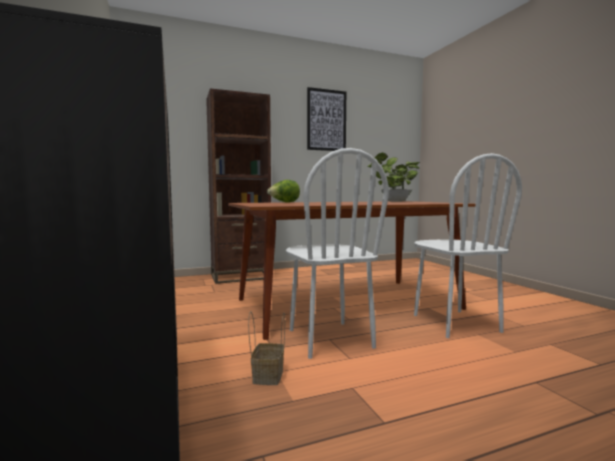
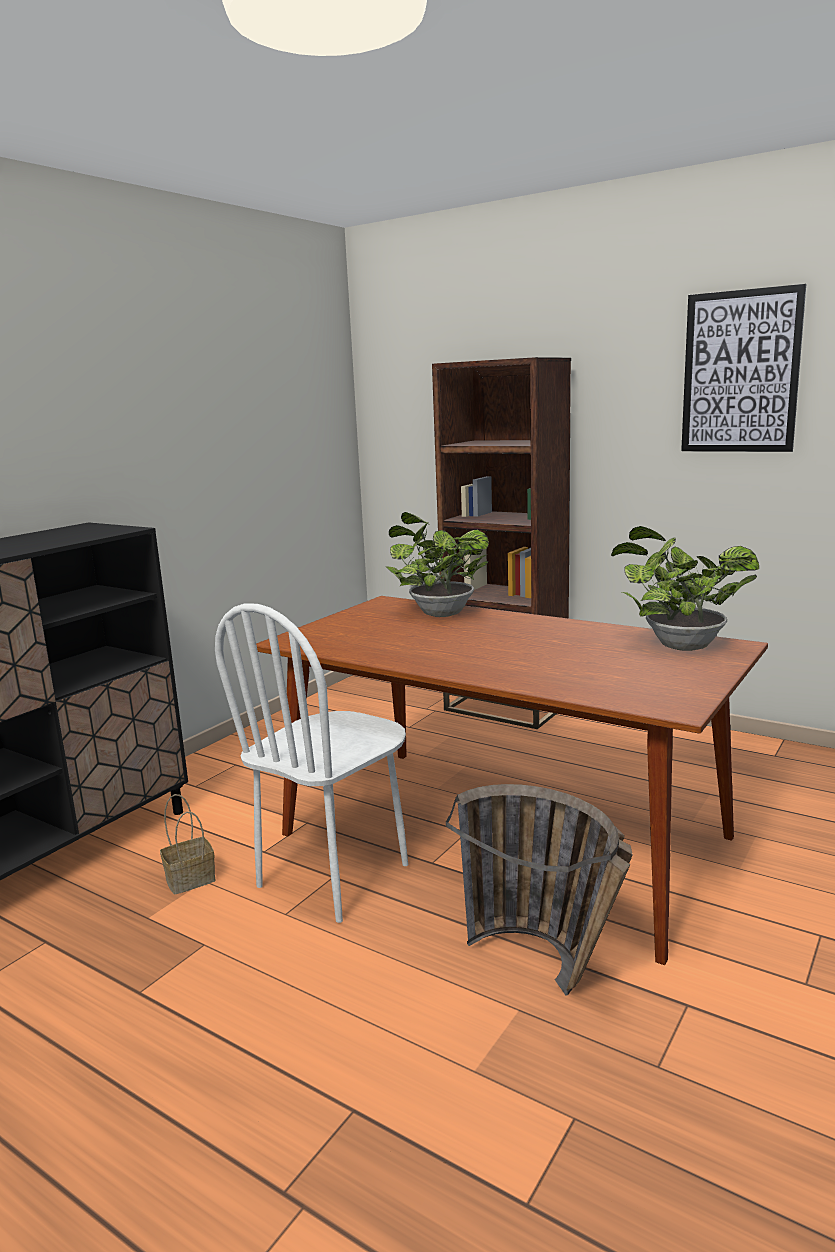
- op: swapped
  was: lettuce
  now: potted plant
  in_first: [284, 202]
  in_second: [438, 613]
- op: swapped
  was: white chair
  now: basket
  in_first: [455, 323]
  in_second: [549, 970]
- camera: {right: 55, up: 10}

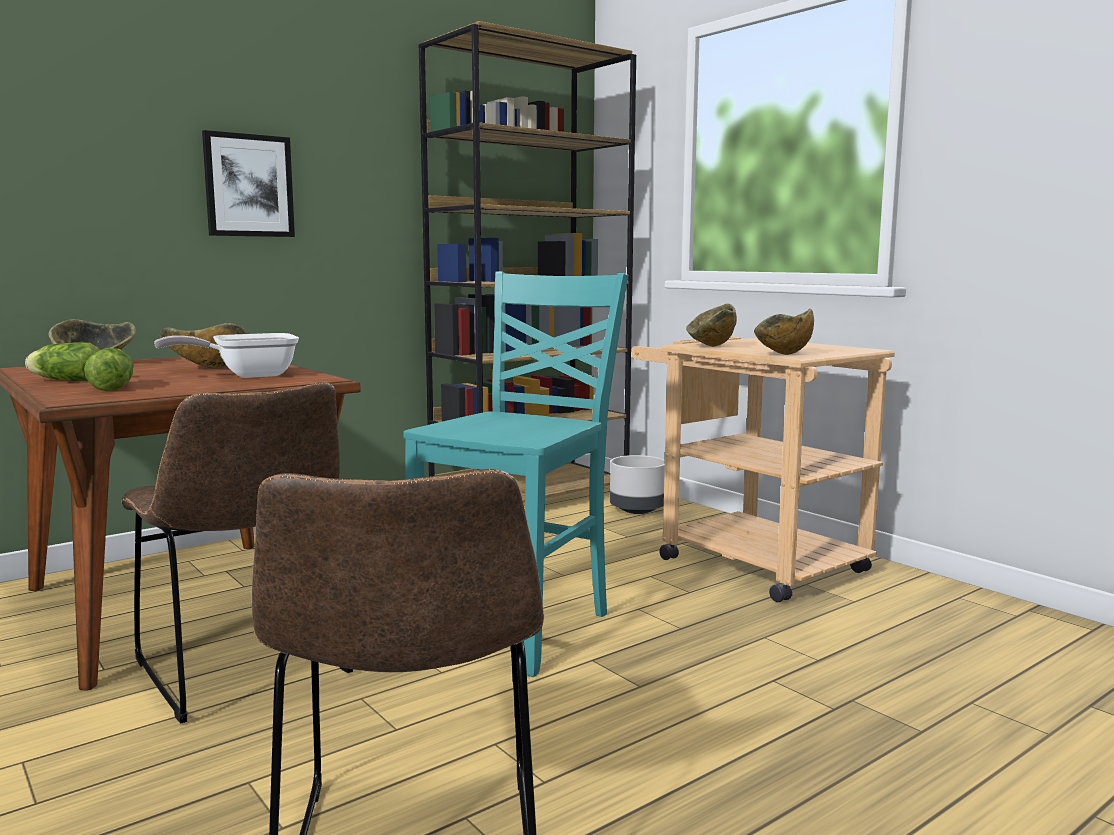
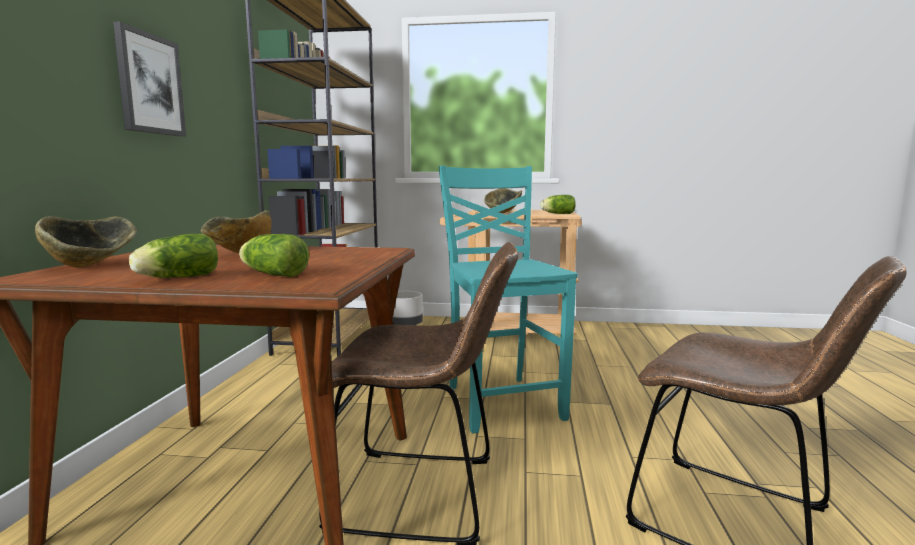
- op: swapped
  was: bowl
  now: lettuce
  in_first: [782, 355]
  in_second: [557, 214]
- op: gone
  was: frying pan
  in_first: [247, 375]
- camera: {right: -45, up: 0}

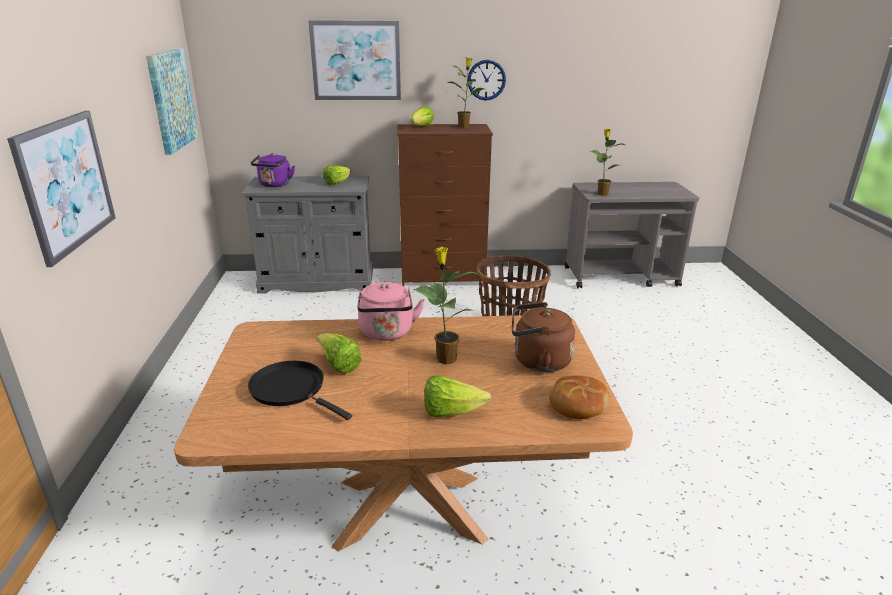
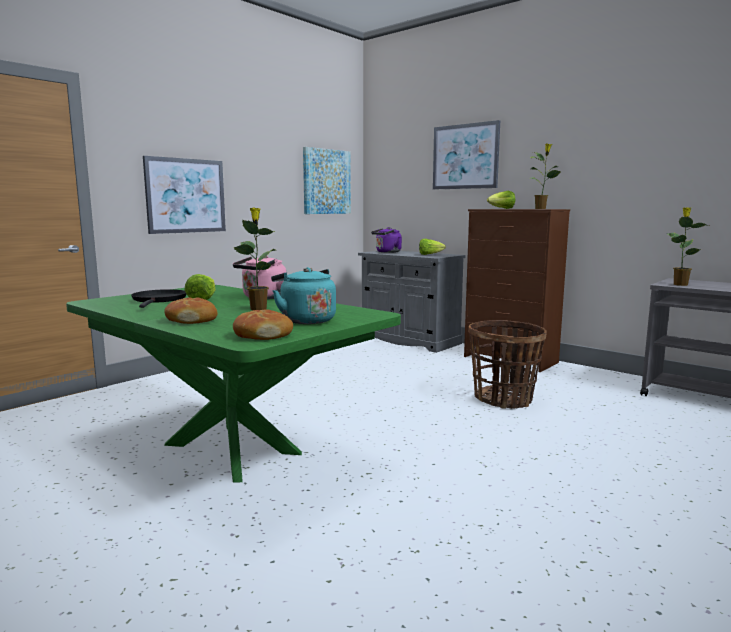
- op: repainted
  was: brown dining table
  now: green dining table
  in_first: [411, 510]
  in_second: [231, 449]
- op: swapped
  was: lettuce
  now: bread
  in_first: [451, 412]
  in_second: [192, 320]
- op: repainted
  was: brown kettle
  now: turquoise kettle
  in_first: [538, 361]
  in_second: [305, 320]
- op: gone
  was: wall clock
  in_first: [486, 80]
- camera: {right: 45, up: -15}

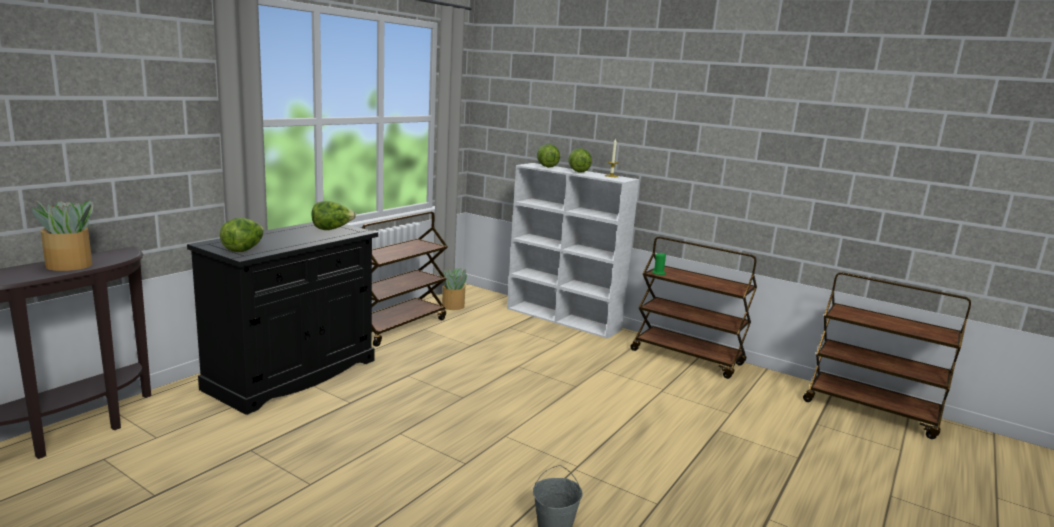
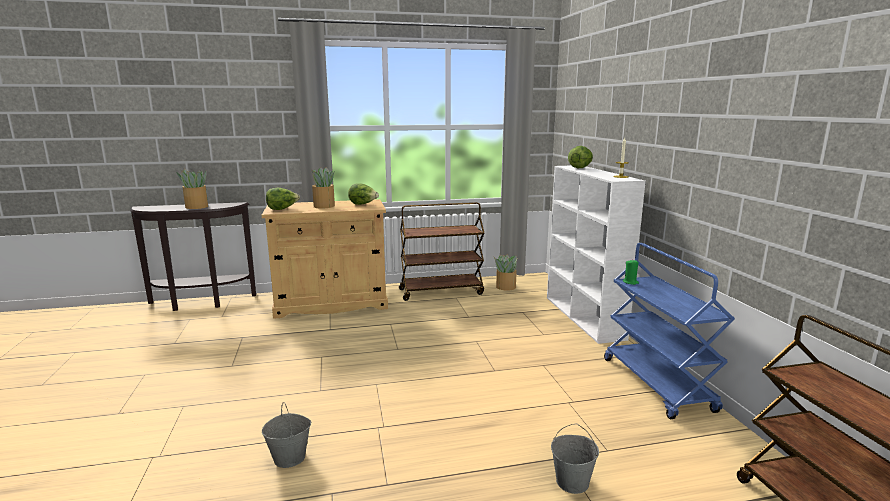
- op: repainted
  was: black cabinet
  now: beige cabinet
  in_first: [293, 374]
  in_second: [331, 304]
- op: new
  now: potted plant
  in_second: [323, 206]
- op: new
  now: grey bucket
  in_second: [572, 482]
- op: repainted
  was: brown cart
  now: blue cart
  in_first: [688, 357]
  in_second: [657, 385]
- op: gone
  was: lettuce
  in_first: [578, 171]
- camera: {right: 45, up: 0}

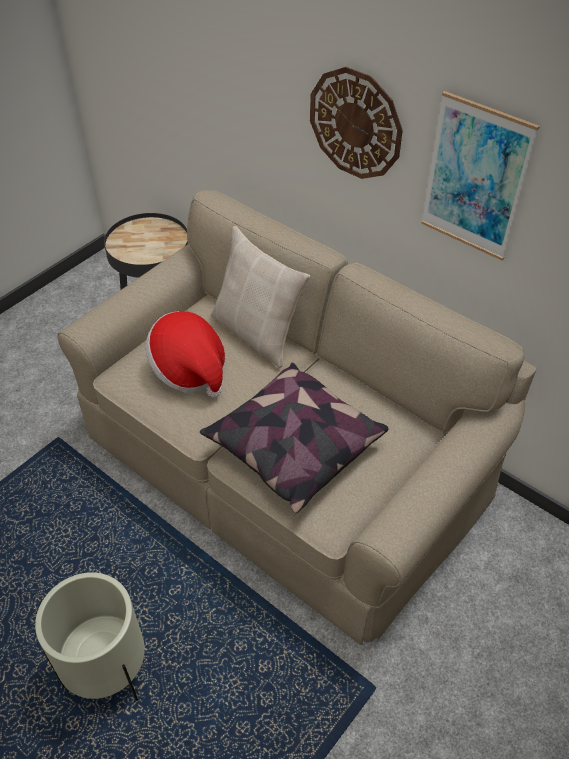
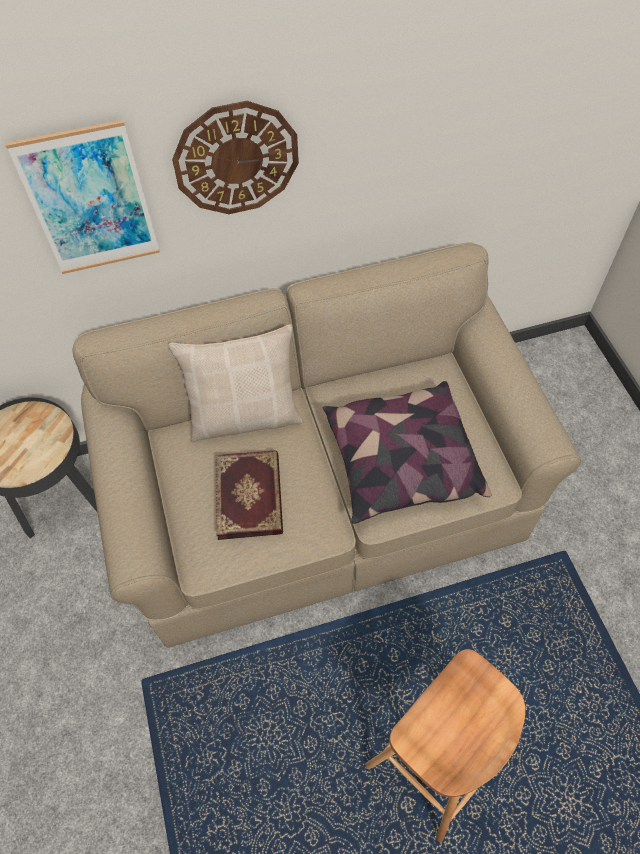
- op: shifted
  was: picture
  in_first: [475, 178]
  in_second: [90, 201]
- op: swapped
  was: hat
  now: book
  in_first: [189, 370]
  in_second: [250, 496]
- op: swapped
  was: beige planter
  now: brown stool
  in_first: [107, 671]
  in_second: [440, 755]
- camera: {right: -55, up: 10}

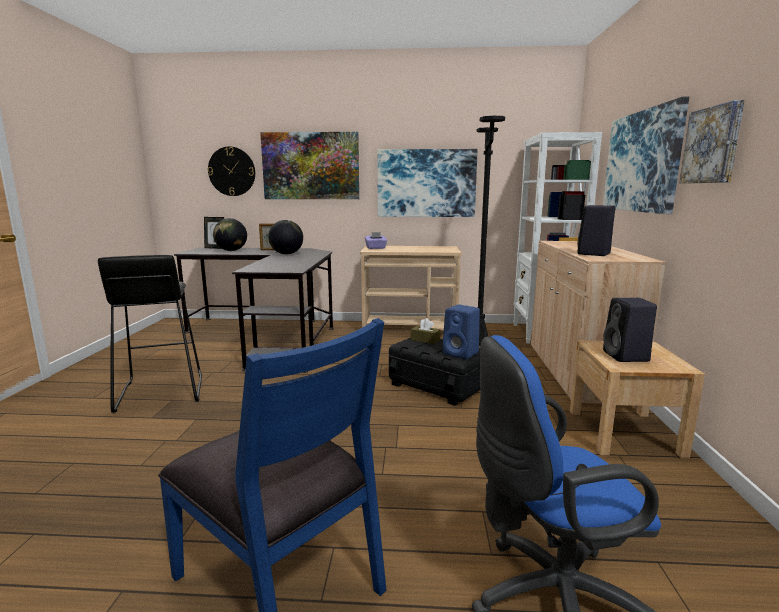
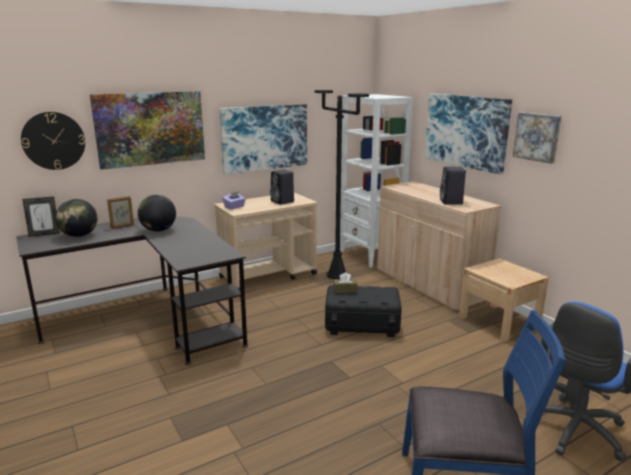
- op: shifted
  was: black speaker
  in_first: [626, 357]
  in_second: [283, 202]
- op: gone
  was: black stool
  in_first: [160, 392]
- op: gone
  was: blue speaker
  in_first: [461, 353]
- camera: {right: -35, up: 5}

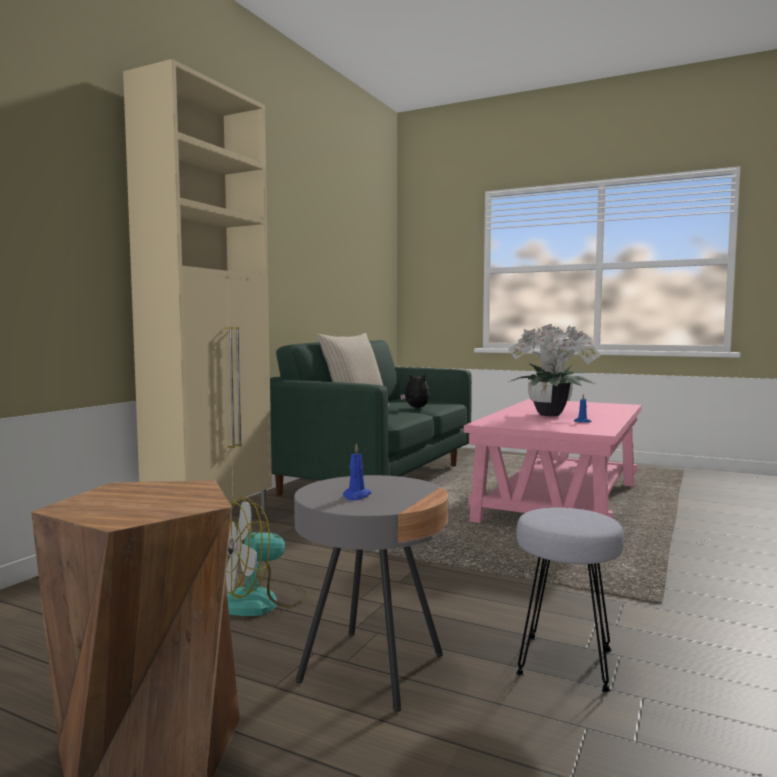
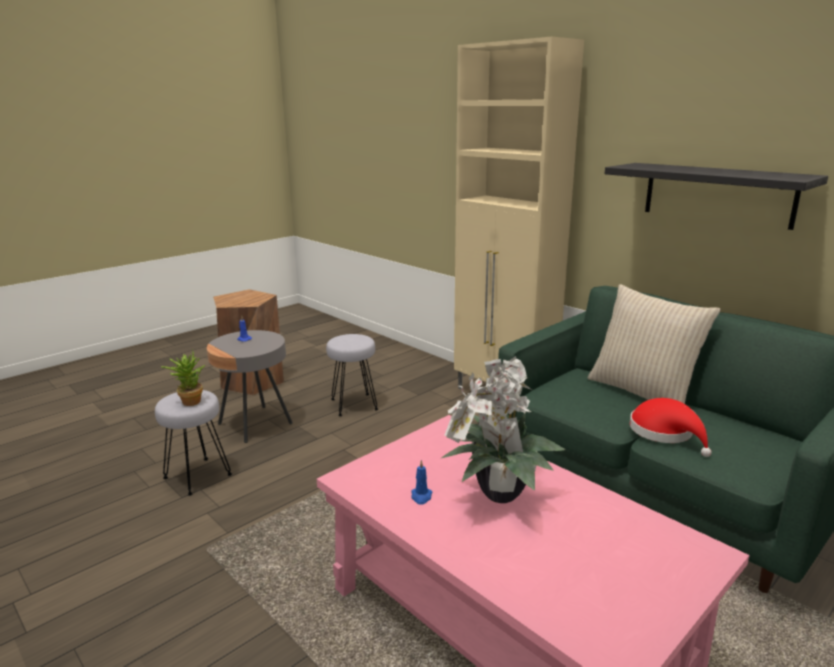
- op: new
  now: potted plant
  in_second: [189, 401]
- op: swapped
  was: fan
  now: grey stool
  in_first: [259, 601]
  in_second: [353, 405]
- op: new
  now: black shelf
  in_second: [717, 194]
- op: swapped
  was: plush toy
  now: red hat
  in_first: [415, 408]
  in_second: [665, 433]
- camera: {right: 110, up: 15}

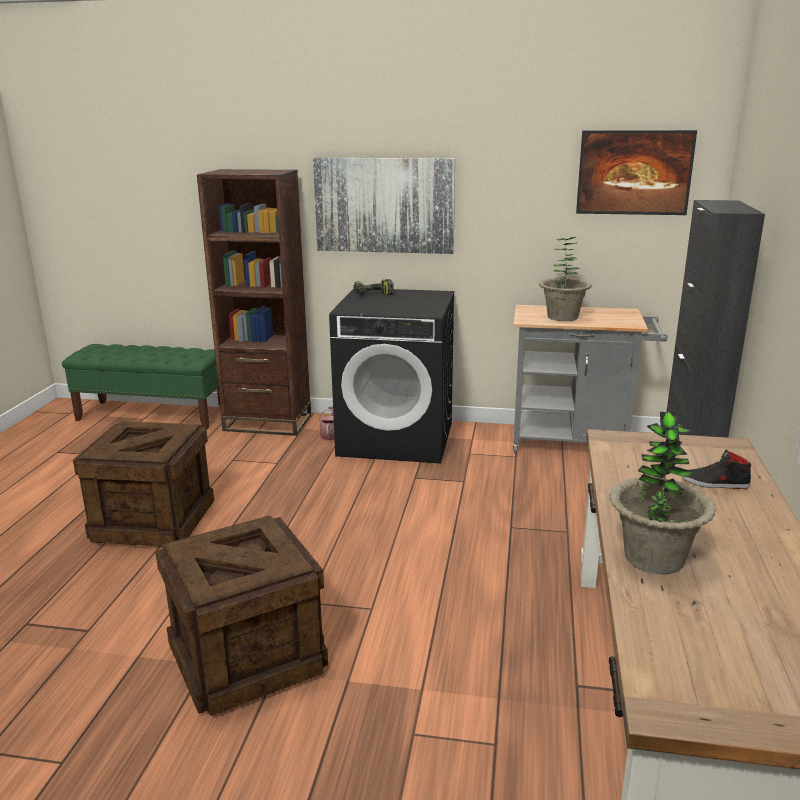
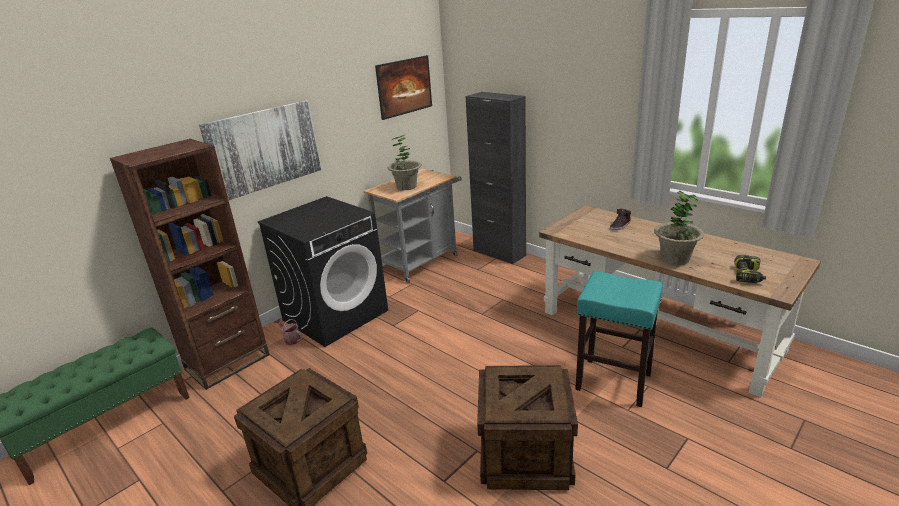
- op: new
  now: turquoise stool
  in_second: [612, 381]
- op: shifted
  was: power drill
  in_first: [373, 294]
  in_second: [748, 276]
- camera: {right: -55, up: 5}

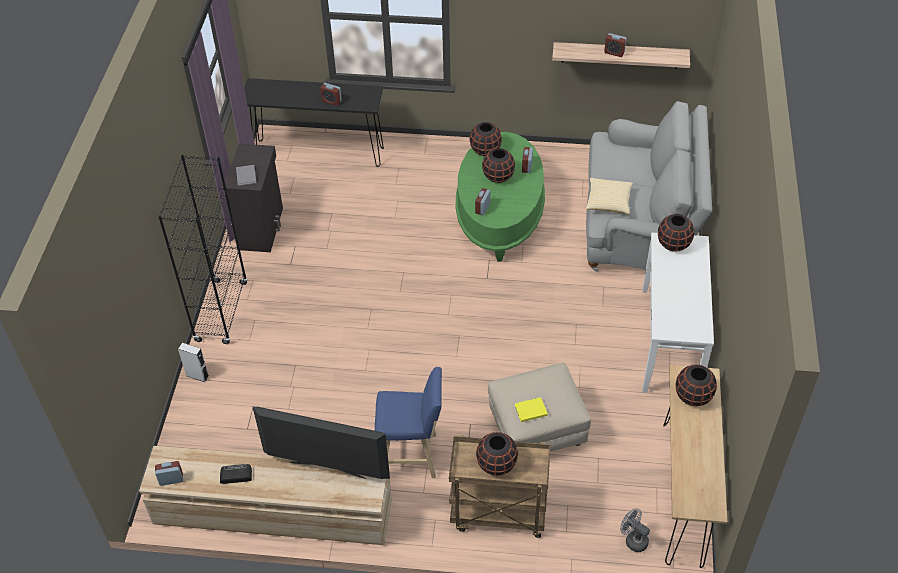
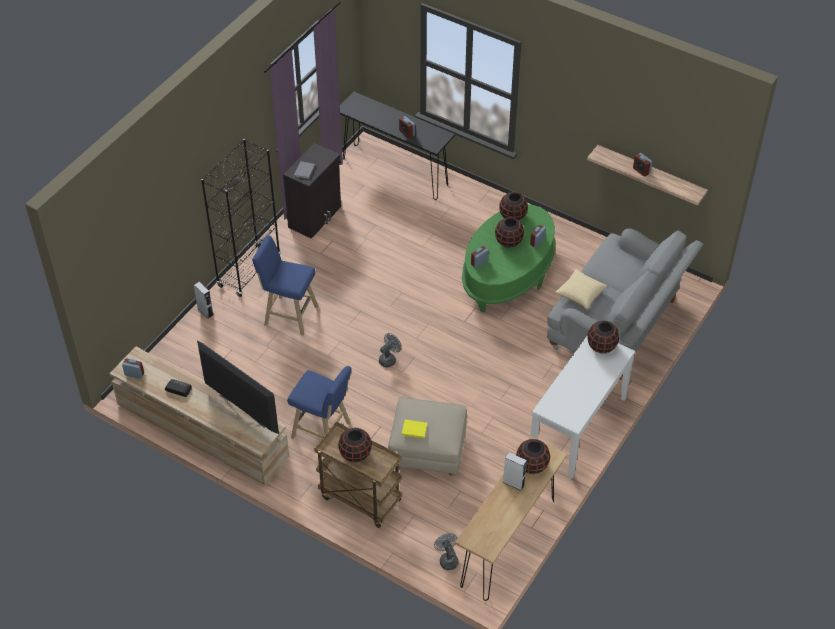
- op: new
  now: blue stool
  in_second: [288, 315]
- op: new
  now: grey fan
  in_second: [389, 359]
- op: new
  now: grey speaker
  in_second: [513, 483]
- camera: {right: 25, up: 0}

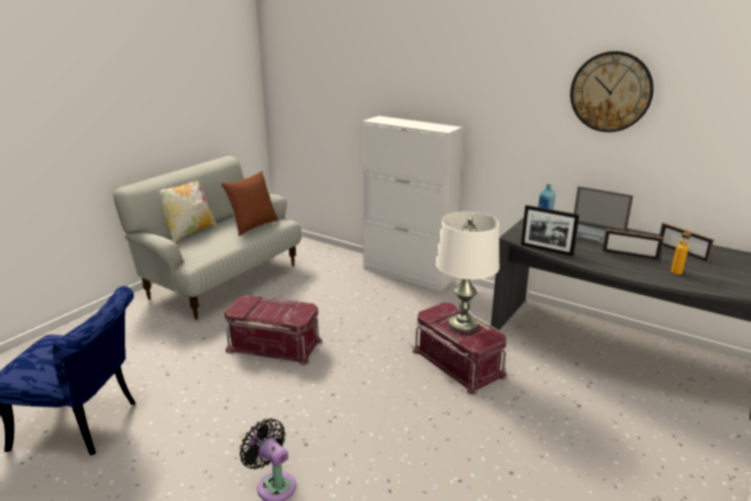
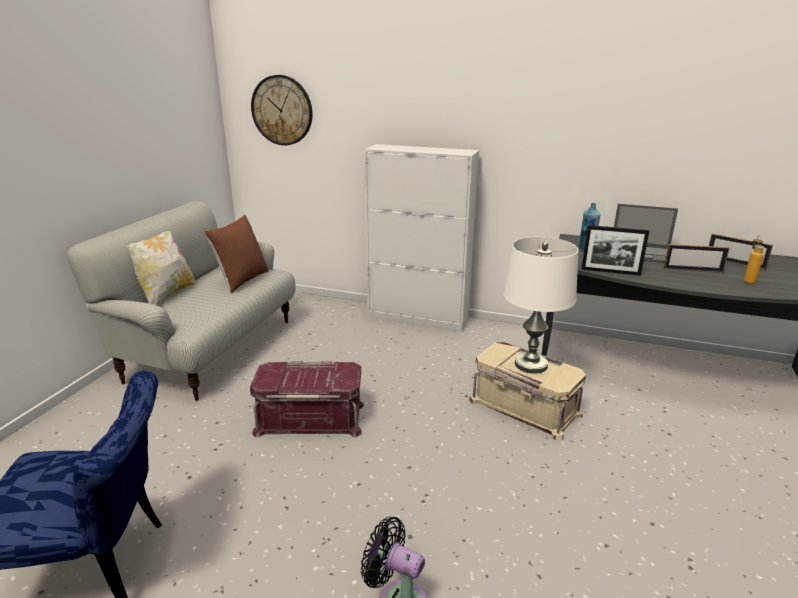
- op: shifted
  was: wall clock
  in_first: [611, 92]
  in_second: [282, 110]
- op: repainted
  was: red storage box
  now: beige storage box
  in_first: [456, 363]
  in_second: [523, 408]
- camera: {right: -15, up: 0}

